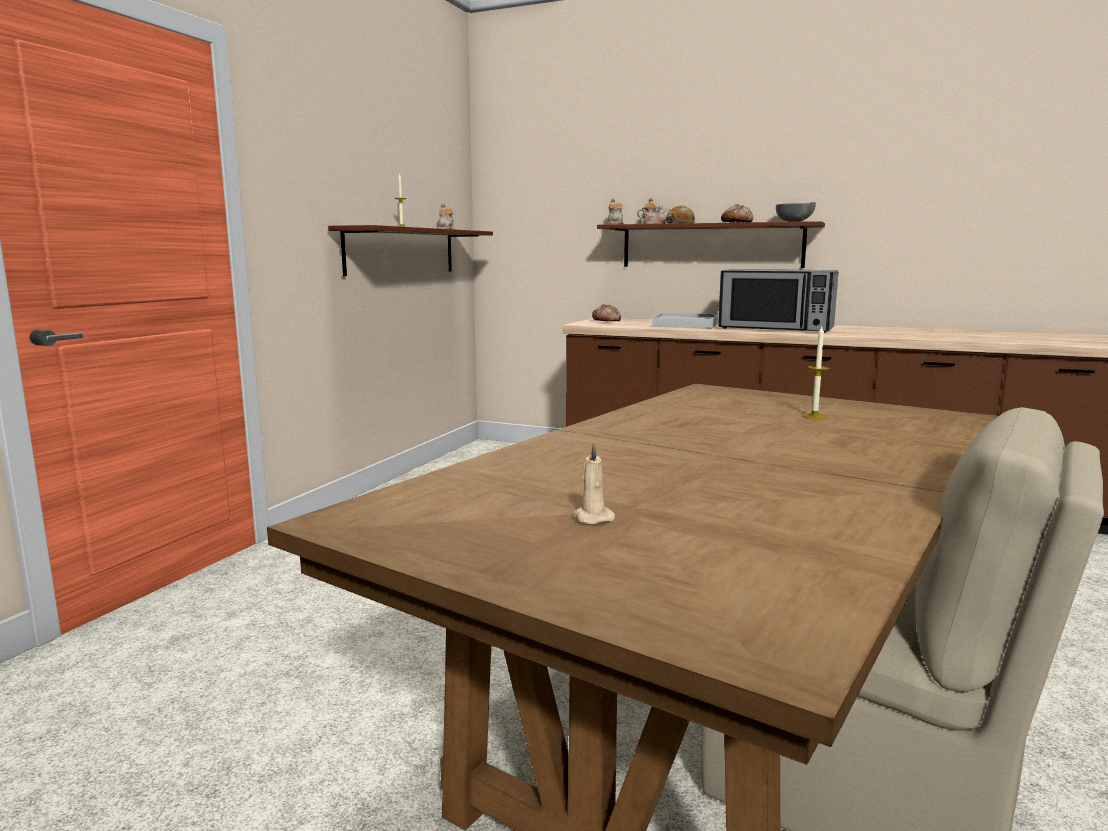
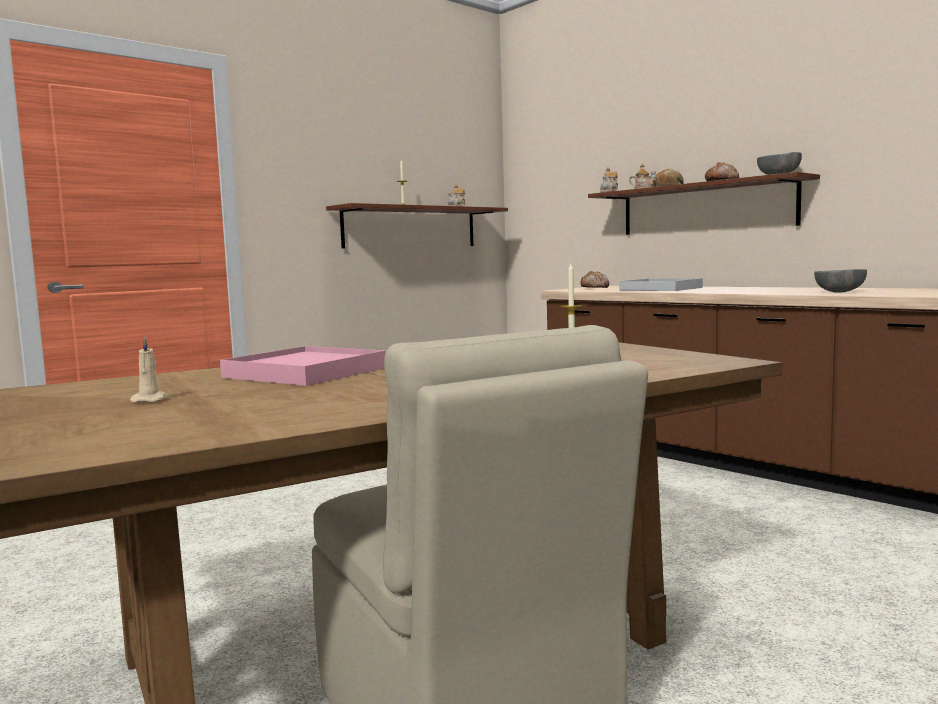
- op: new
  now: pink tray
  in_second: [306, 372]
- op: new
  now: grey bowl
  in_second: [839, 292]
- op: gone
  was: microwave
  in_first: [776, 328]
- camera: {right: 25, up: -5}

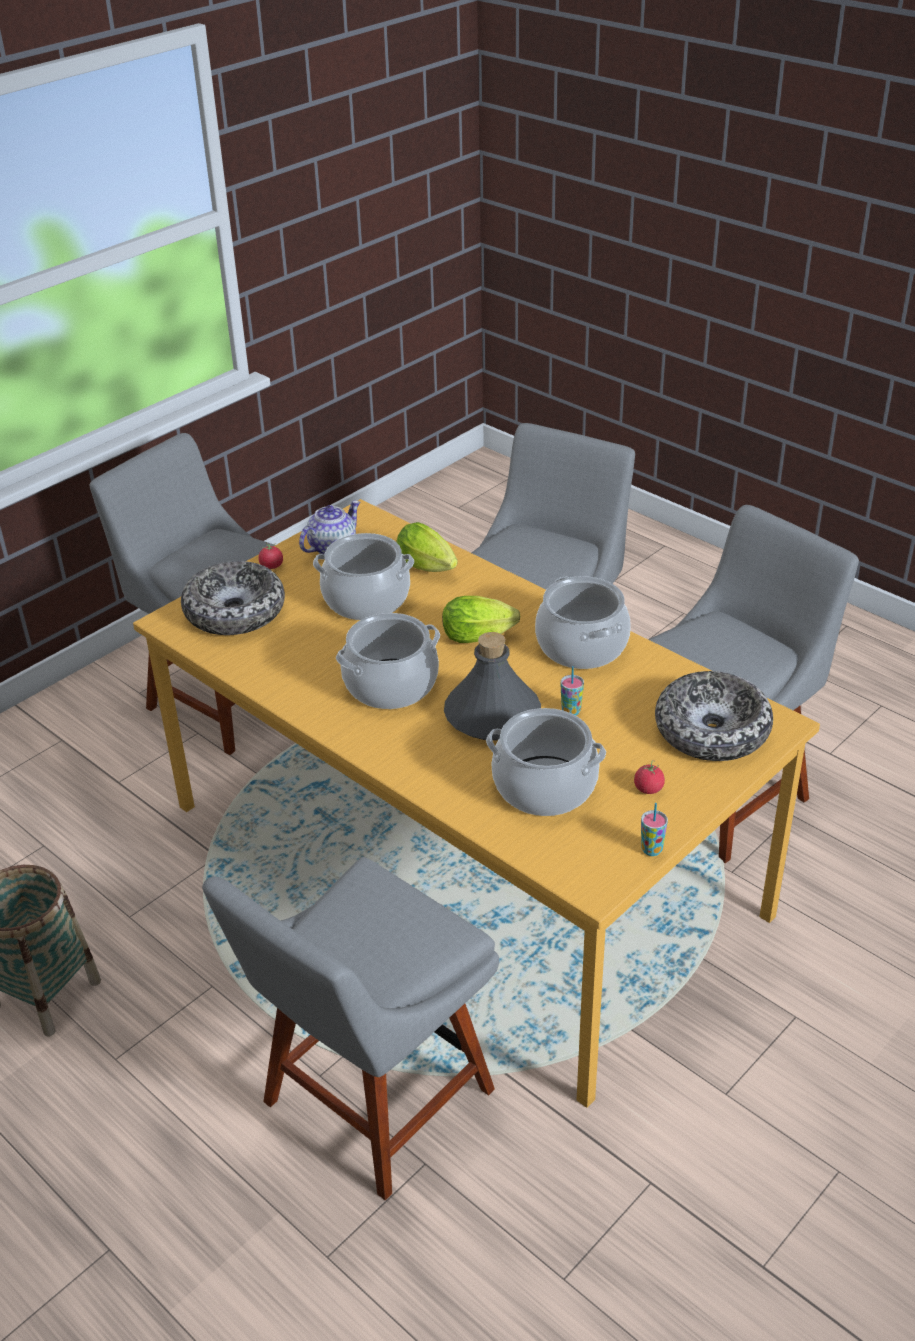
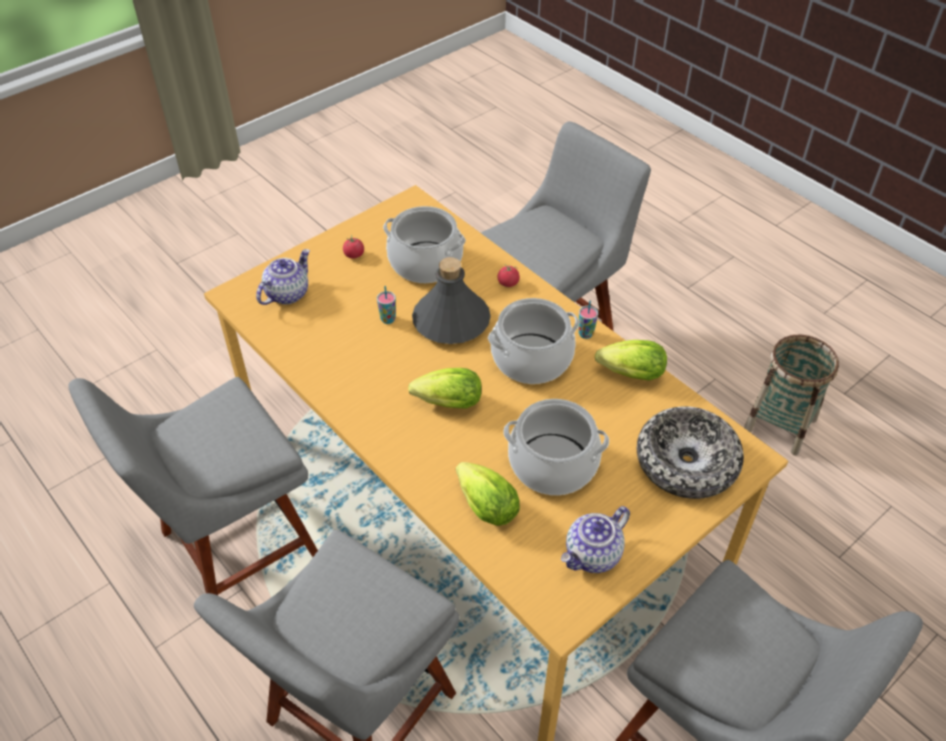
- op: swapped
  was: bowl
  now: teapot
  in_first: [712, 730]
  in_second: [287, 293]
- op: shifted
  was: tomato
  in_first: [271, 566]
  in_second: [508, 283]
- op: shifted
  was: cup
  in_first: [651, 850]
  in_second: [585, 334]
- op: new
  now: lettuce
  in_second: [627, 374]
- op: gone
  was: cooking pot
  in_first: [581, 646]
- camera: {right: -175, up: 10}

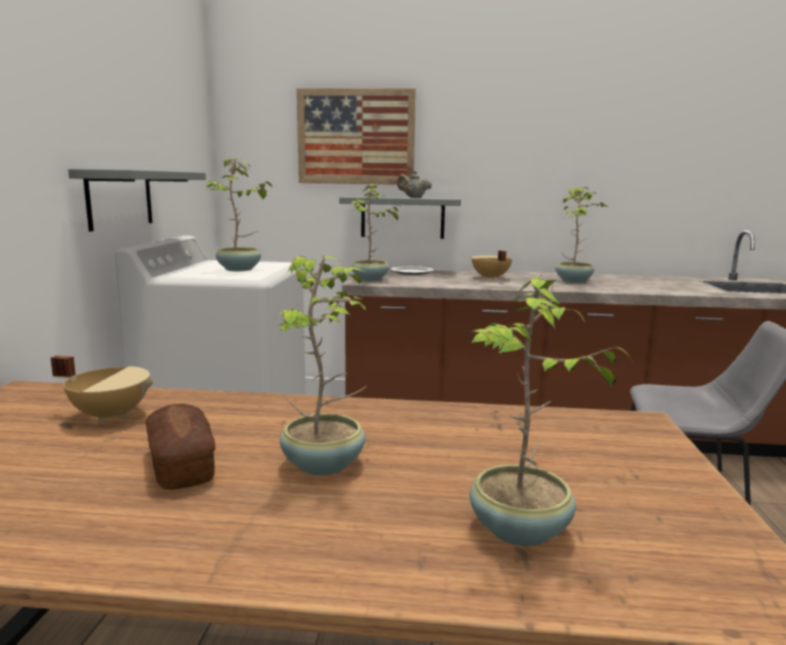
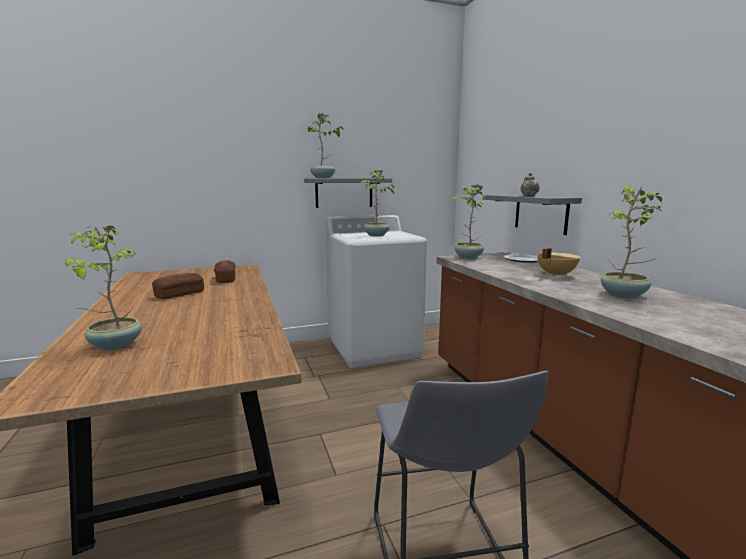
- op: swapped
  was: beige cooking pot
  now: bread
  in_first: [111, 415]
  in_second: [226, 279]
- op: shifted
  was: potted plant
  in_first: [325, 464]
  in_second: [323, 178]
- op: gone
  was: picture
  in_first: [356, 137]
- camera: {right: 65, up: 0}

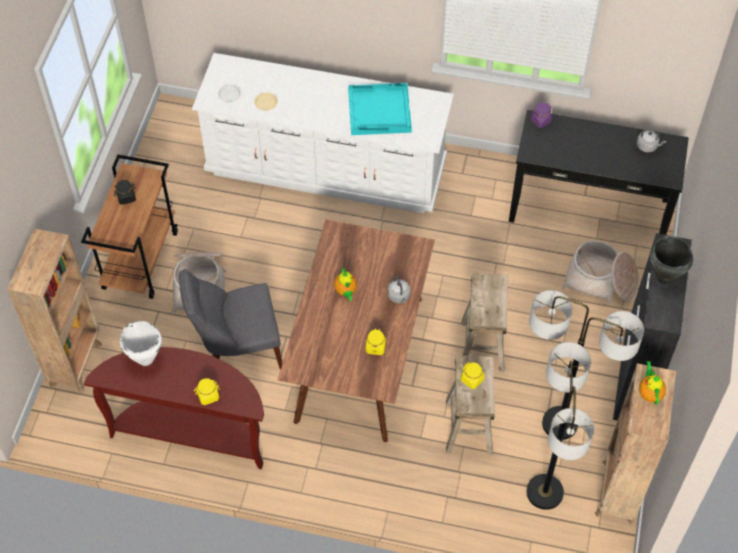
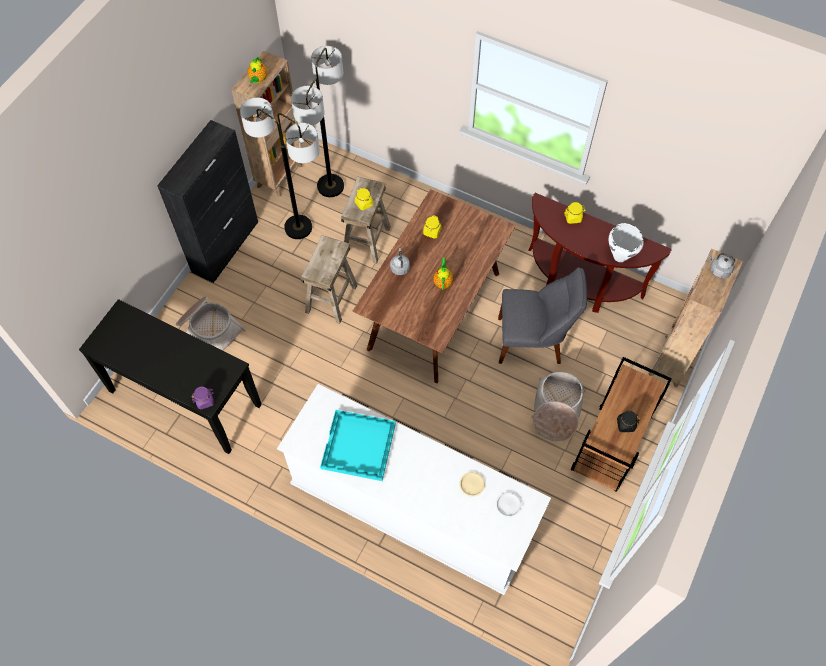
- op: shifted
  was: grey kettle
  in_first: [648, 146]
  in_second: [718, 270]
- op: gone
  was: black cooking pot
  in_first: [664, 277]
- camera: {right: -165, up: 5}

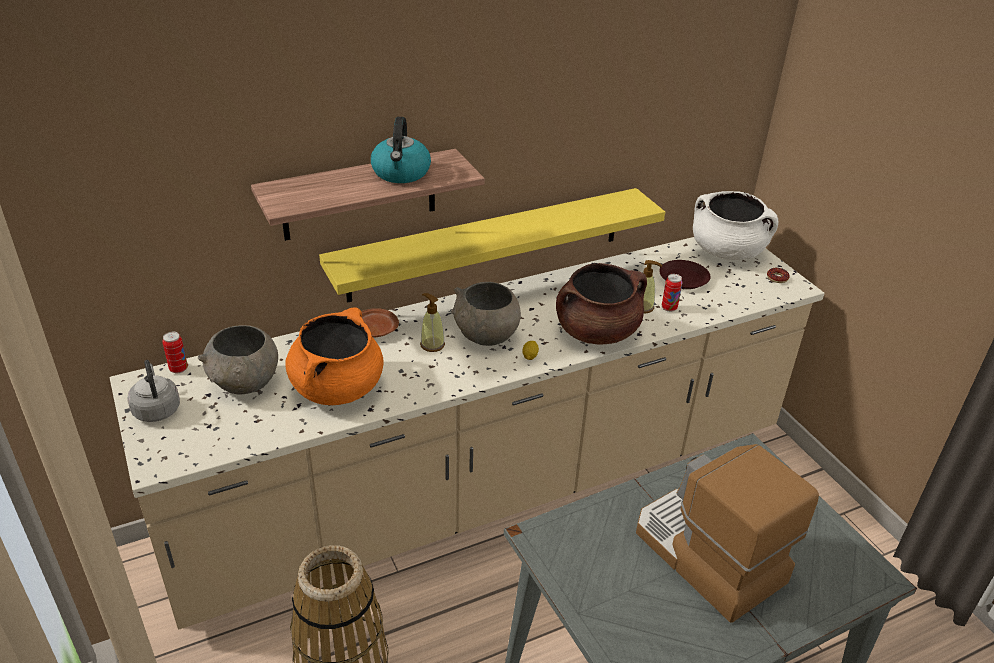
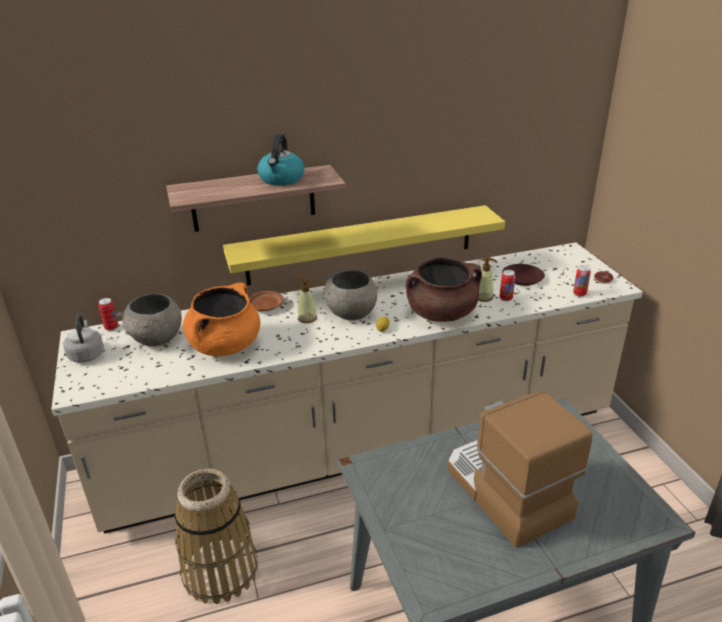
- op: new
  now: can
  in_second: [579, 294]
- op: gone
  was: white cooking pot
  in_first: [727, 251]
- camera: {right: 10, up: -5}

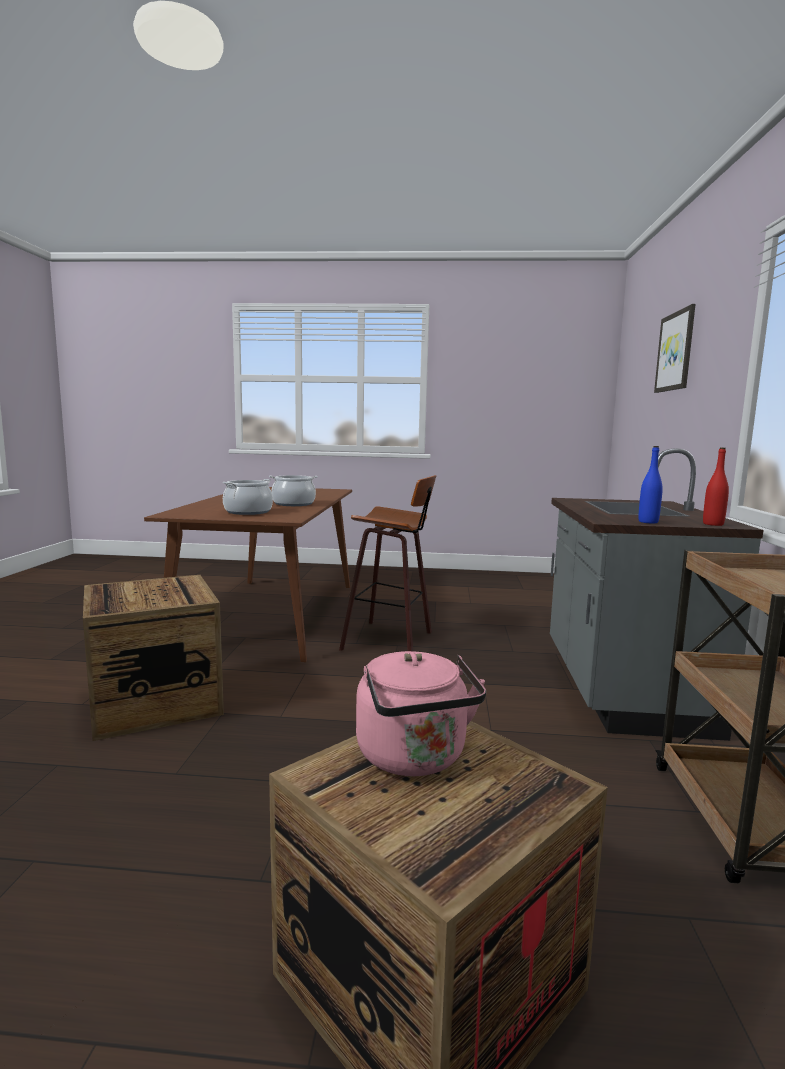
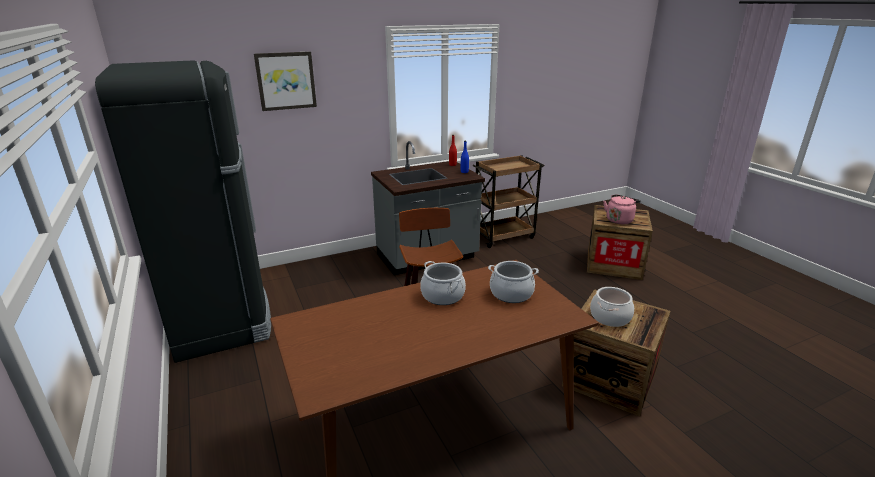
- op: new
  now: black fridge
  in_second: [221, 319]
- op: new
  now: cooking pot
  in_second: [610, 317]
- camera: {right: -120, up: 15}

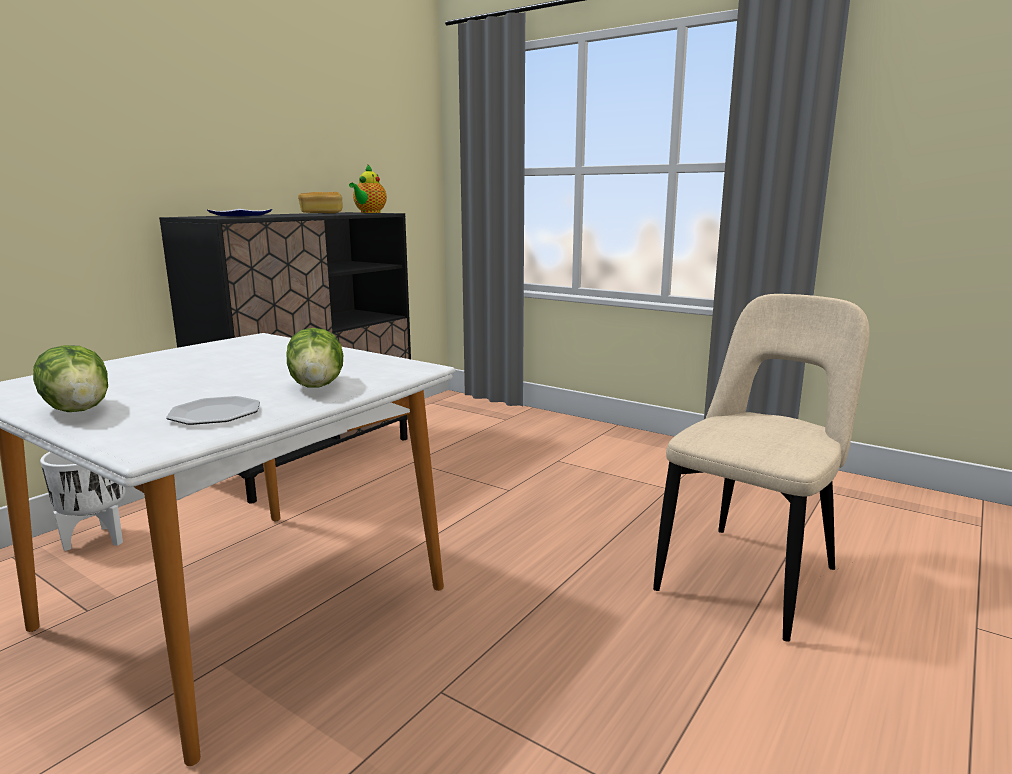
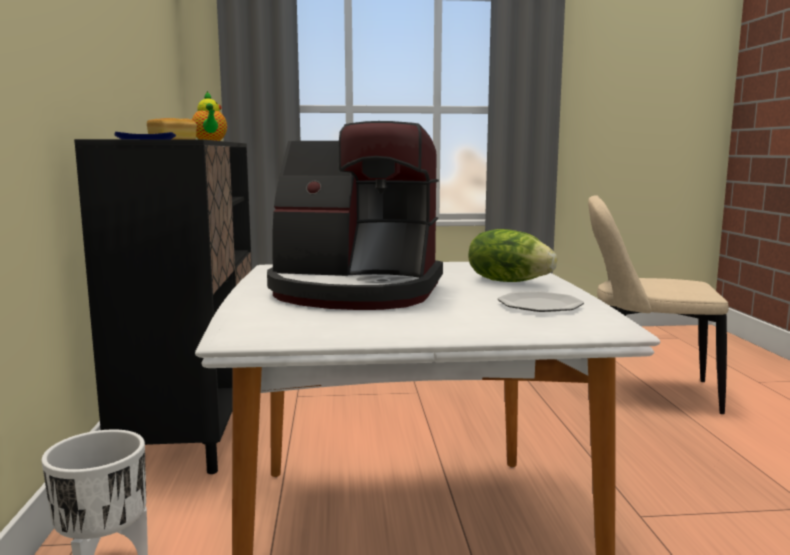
- op: new
  now: coffee machine
  in_second: [356, 291]
- op: rotated
  was: beige chair
  in_first: [751, 575]
  in_second: [644, 392]
  clockwise: -75
- op: gone
  was: lettuce
  in_first: [80, 409]
- camera: {right: -40, up: -5}

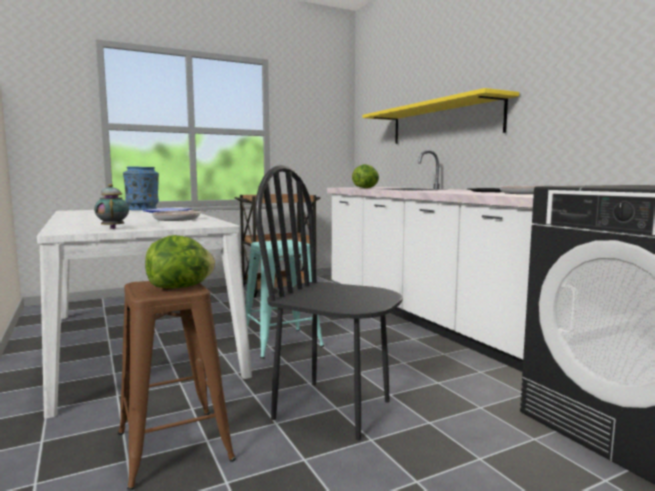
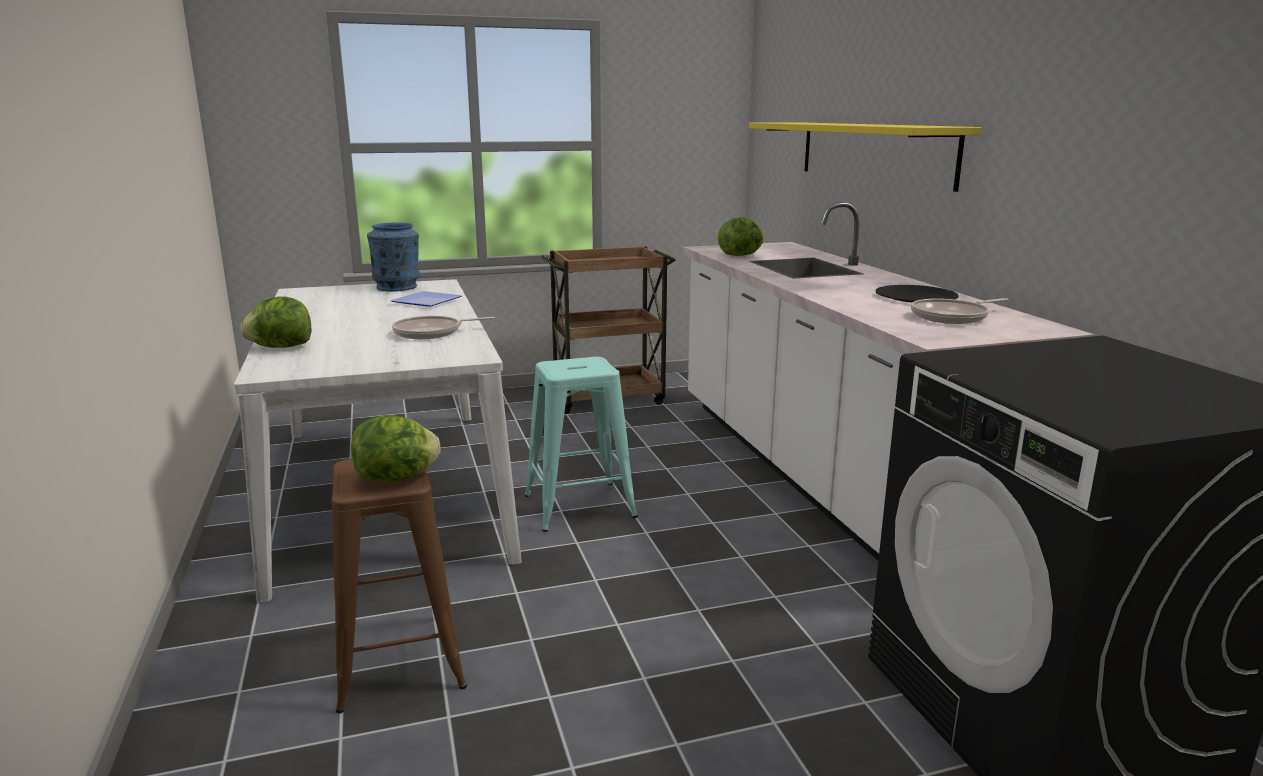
- op: new
  now: lettuce
  in_second: [281, 347]
- op: gone
  was: teapot
  in_first: [113, 228]
- op: gone
  was: black chair
  in_first: [332, 409]
- camera: {right: 10, up: 10}

